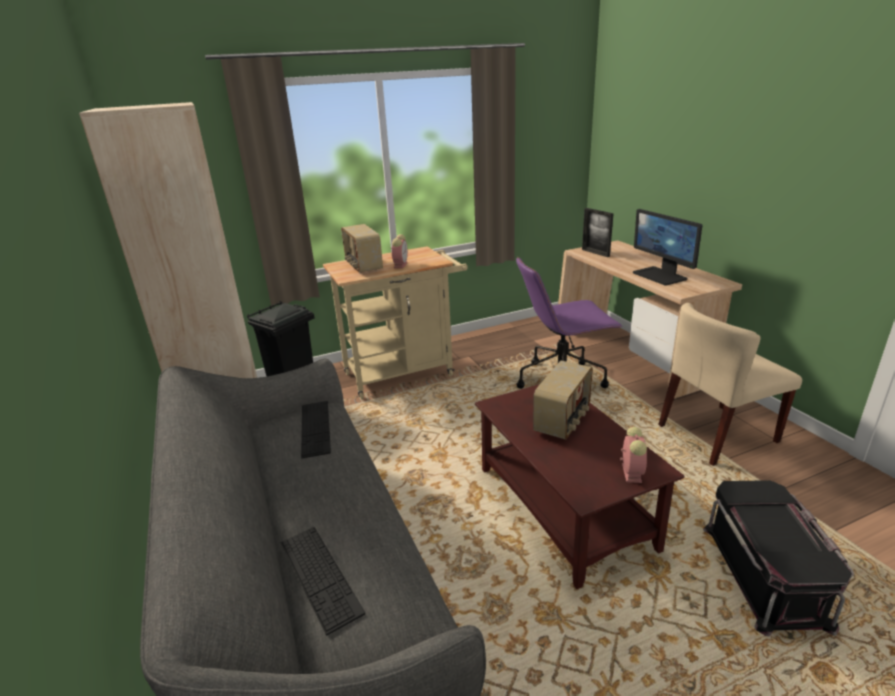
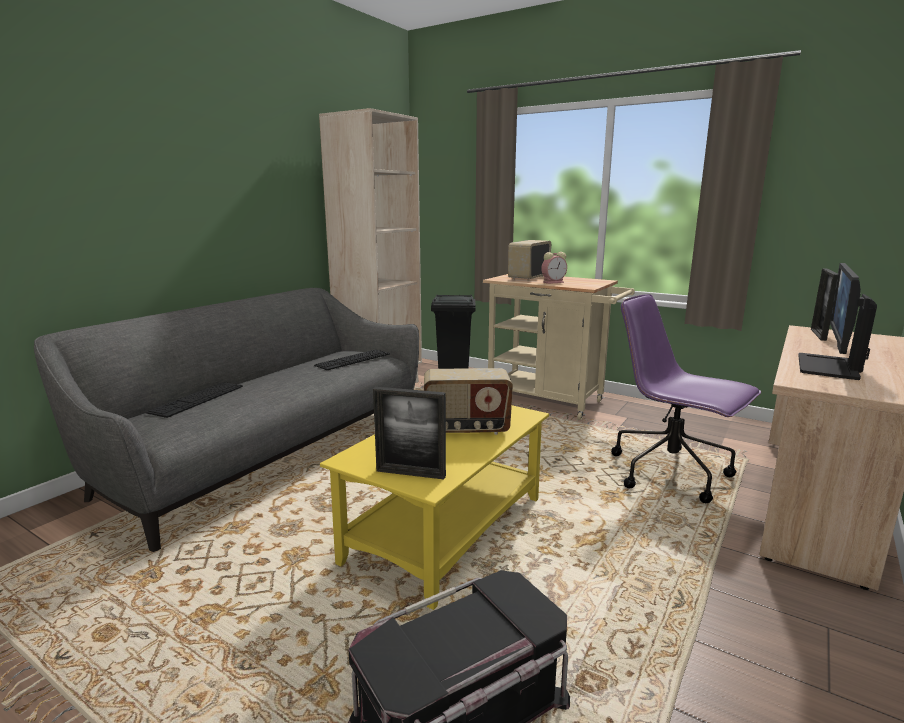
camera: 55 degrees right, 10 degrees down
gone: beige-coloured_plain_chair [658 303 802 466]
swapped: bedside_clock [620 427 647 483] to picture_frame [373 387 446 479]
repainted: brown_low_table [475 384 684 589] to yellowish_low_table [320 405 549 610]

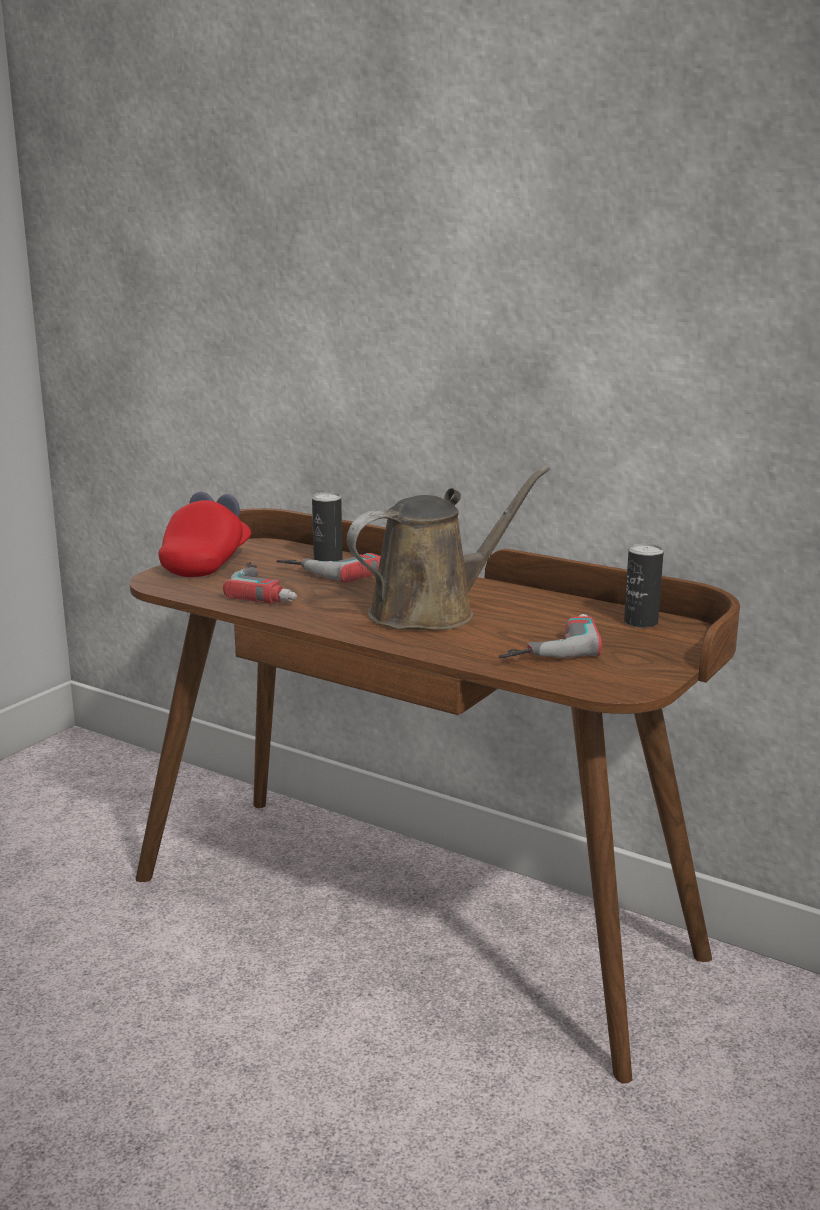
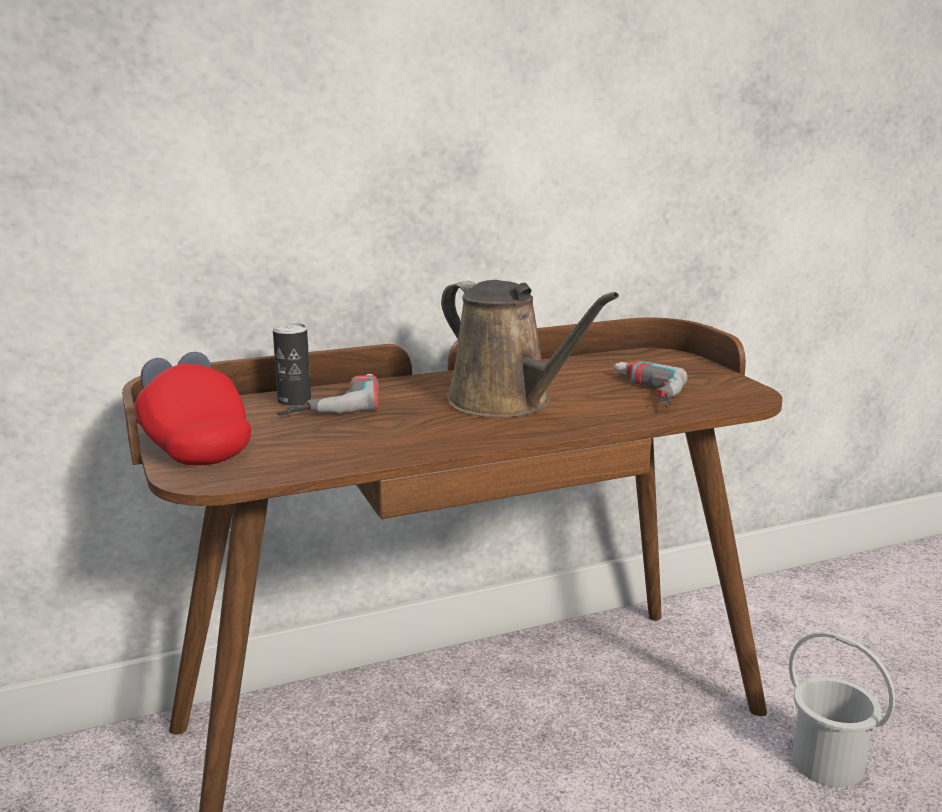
camera: 55 degrees left, 0 degrees up
gone: metal_can [624 544 664 628]; drill [223 562 297 604]
new: white_bucket [789 632 895 788]
rotated: brown_watering_pot [347 466 550 631] = [441 280 619 418] 135 degrees clockwise

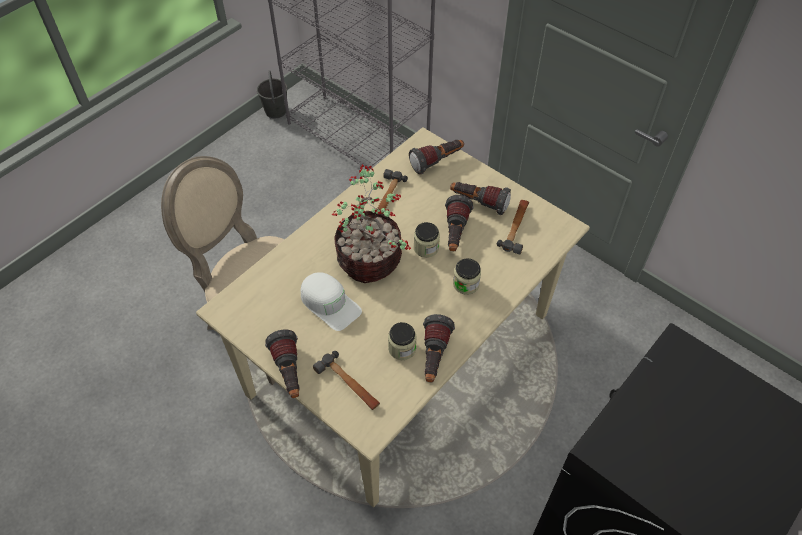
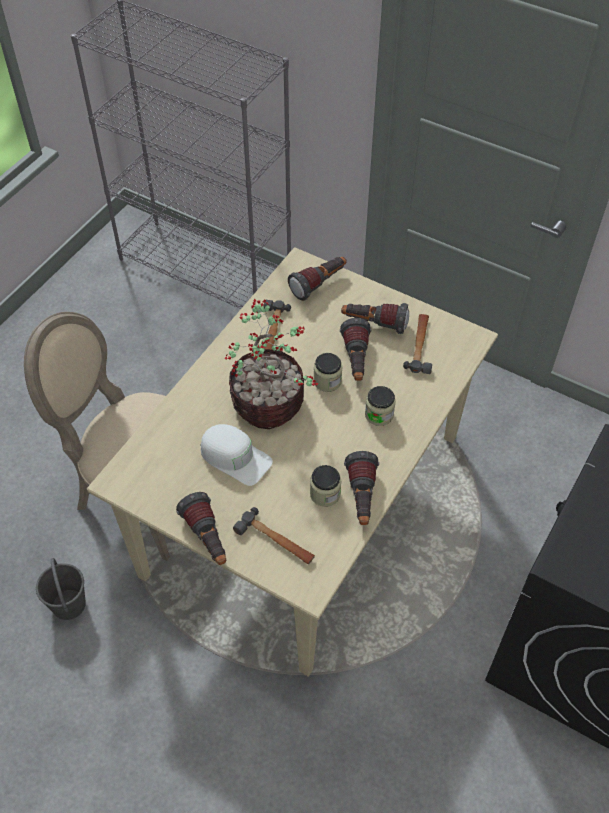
camera: 10 degrees left, 0 degrees up
shifted: gray_bucket [257 70 288 118] to [36 558 86 620]

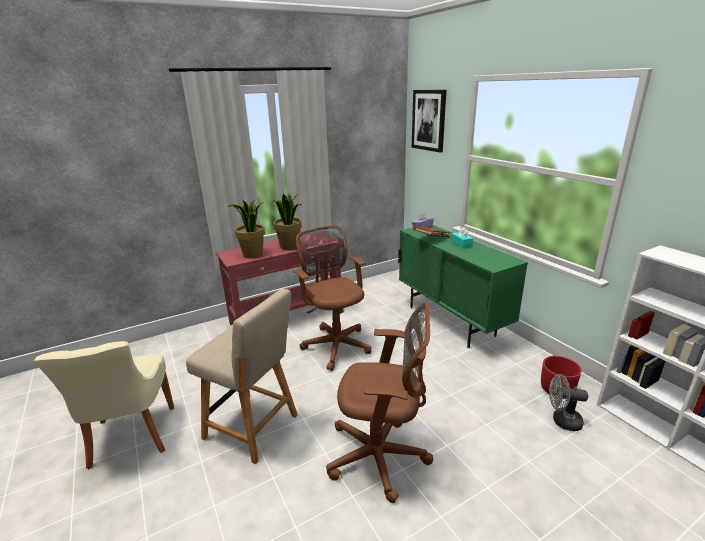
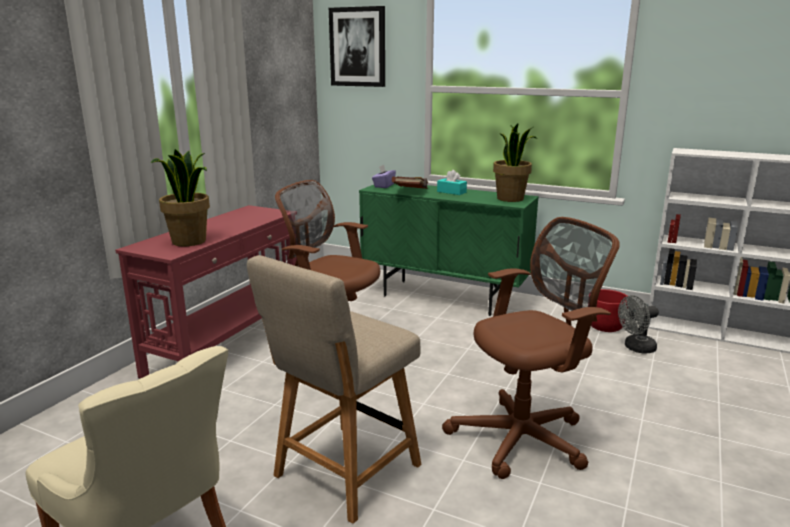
camera: 35 degrees left, 5 degrees down
shifted: plant_in_a_pot [271 193 302 250] to [493 124 537 202]
rotated: beige-coloured_plain_chair [186 289 298 464] = [247 255 422 524] 135 degrees clockwise

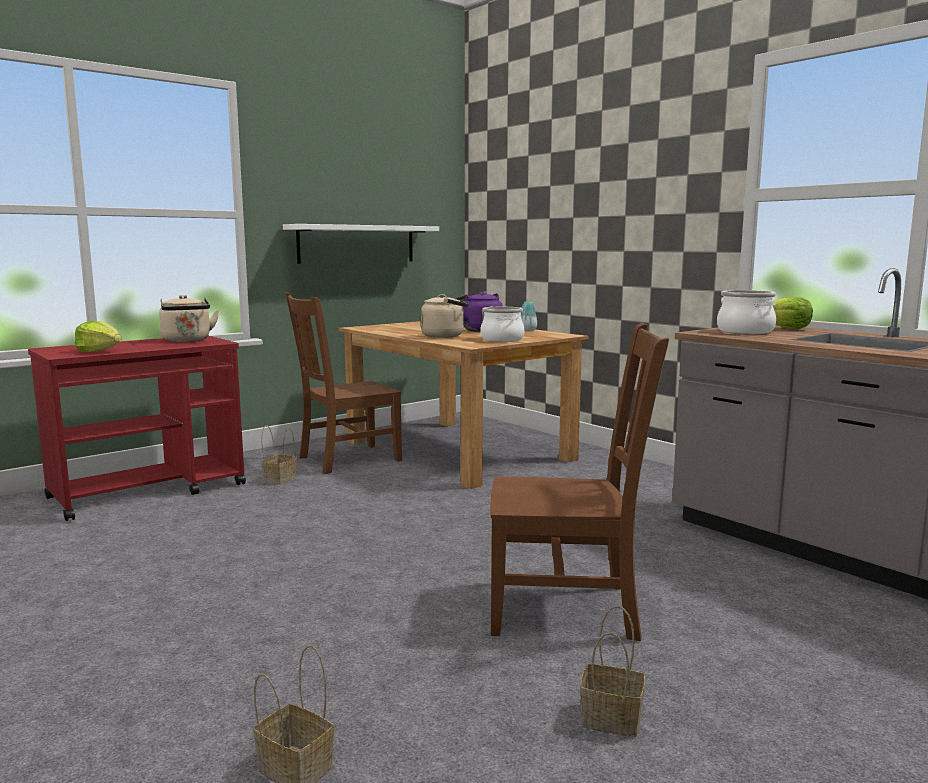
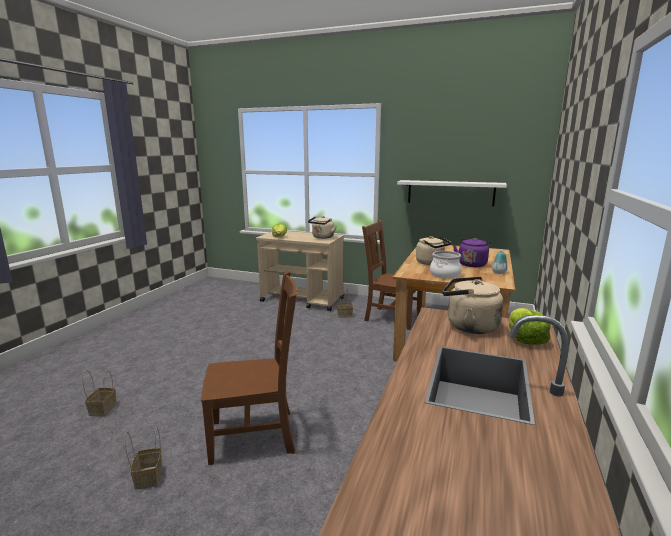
camera: 60 degrees right, 5 degrees up
swapped: cooking_pot [717 290 776 334] to beige-coloured_kettle [443 277 503 334]
repainted: red-coloured_wheeled_cart [28 336 246 521] to beige-coloured_wheeled_cart [256 231 344 311]
rotated: brown_plain_chair [490 323 669 641] = [201 271 297 465] 75 degrees counterclockwise

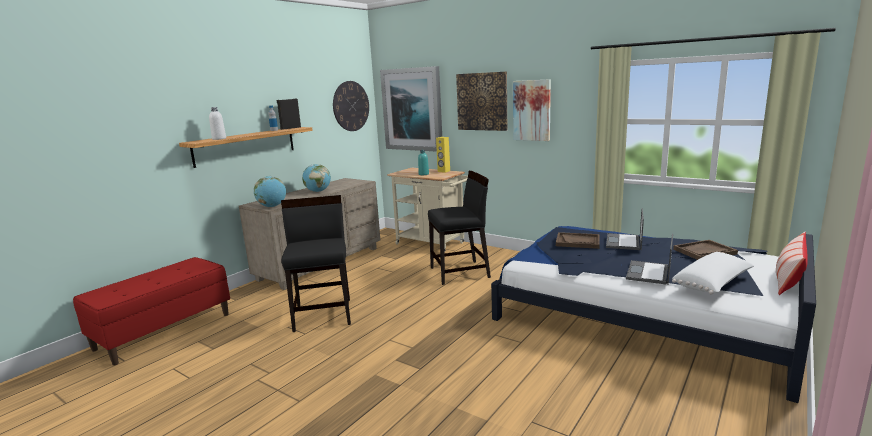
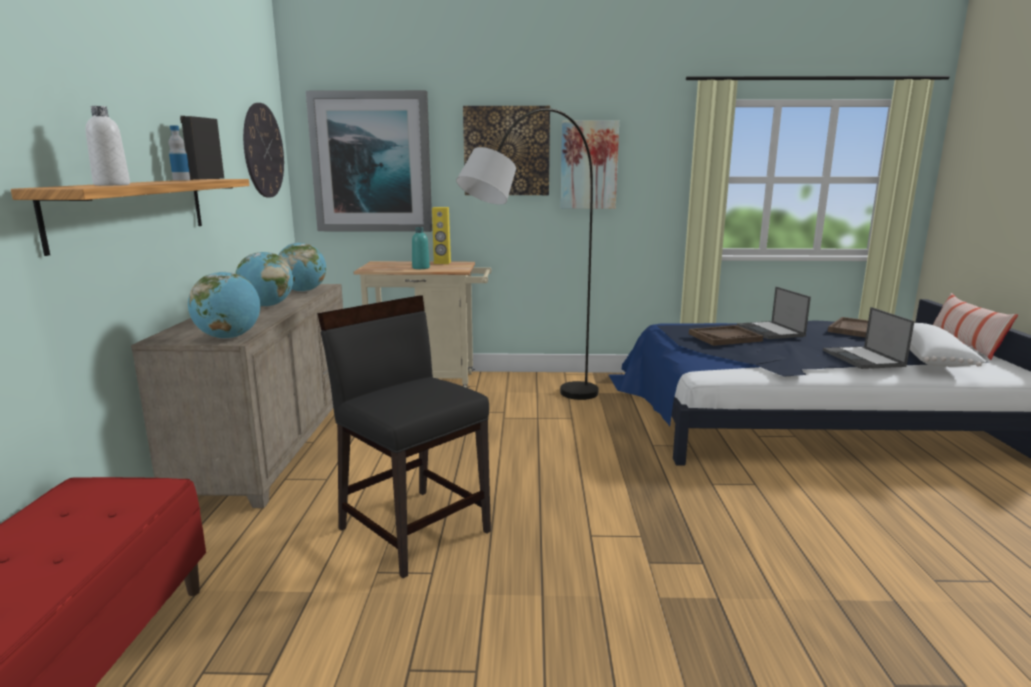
camera: 35 degrees left, 0 degrees up
new: desk_globe [278 243 326 292]
swapped: black-coloured_plain_chair [428 171 491 285] to gray_standing_lamp [456 108 598 400]

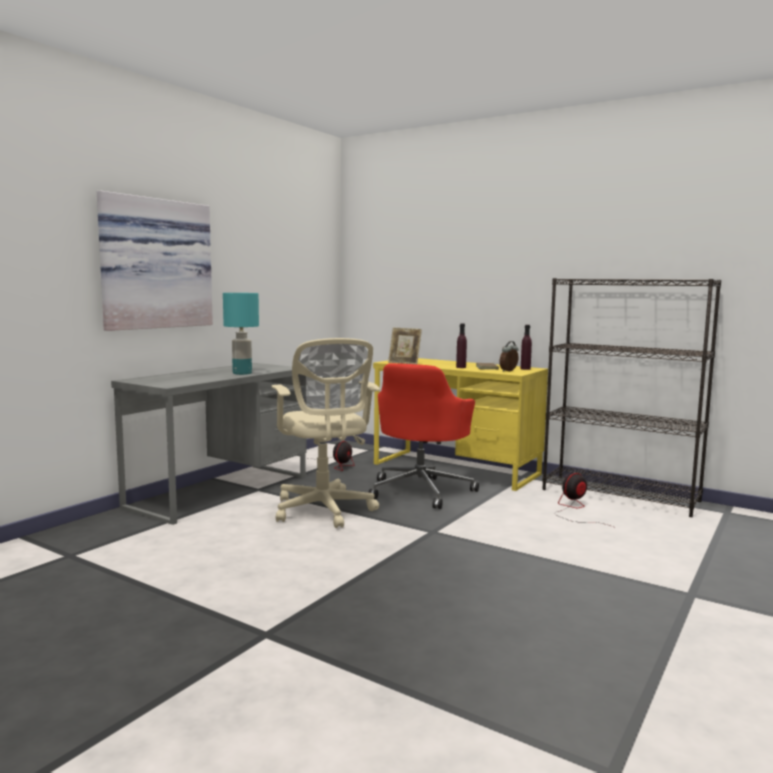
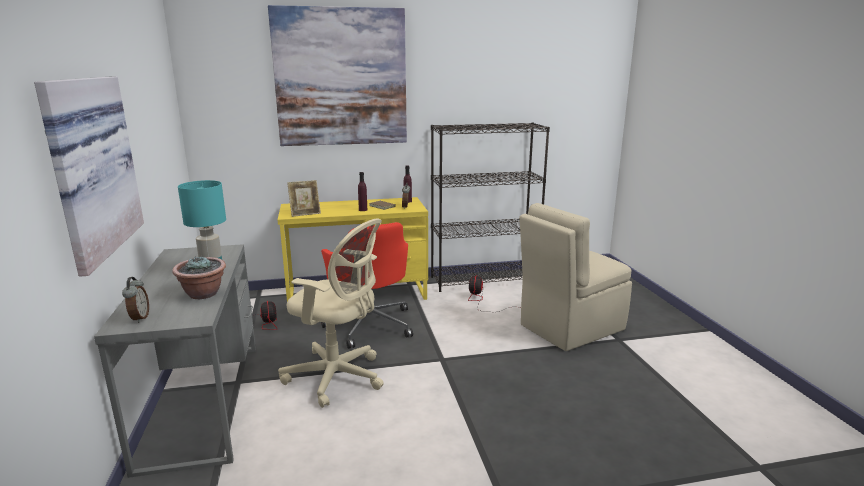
camera: 45 degrees left, 10 degrees up
new: picture [268 5 407 146]; beige-coloured_plain_chair [519 203 632 351]; plant_in_a_pot [172 256 226 299]; bedside_clock [122 277 149 323]

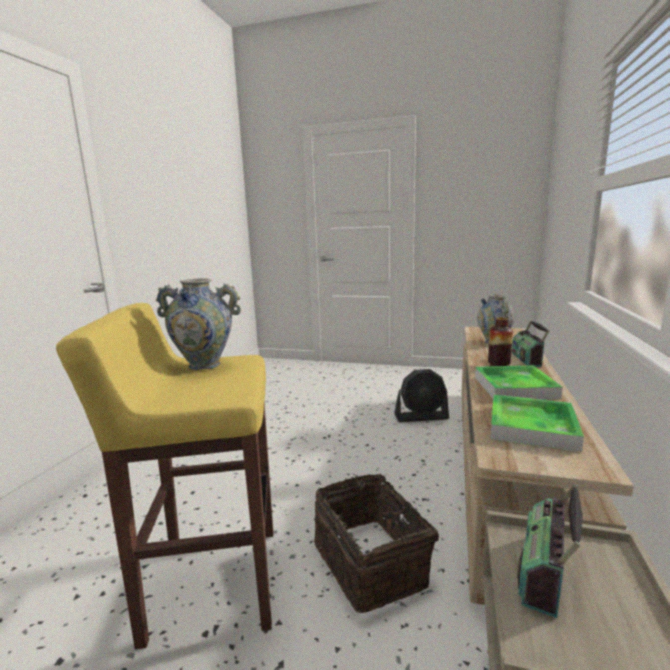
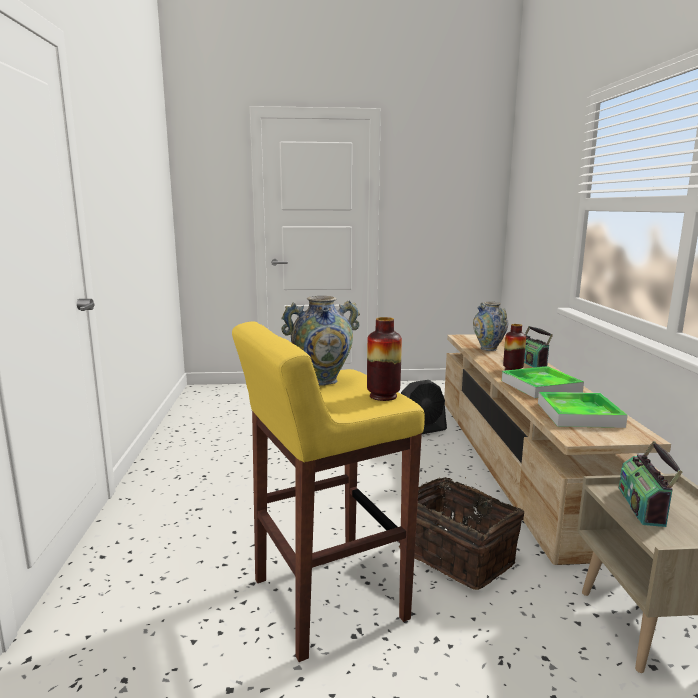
camera: 20 degrees left, 0 degrees up
new: vase [367 317 402 401]

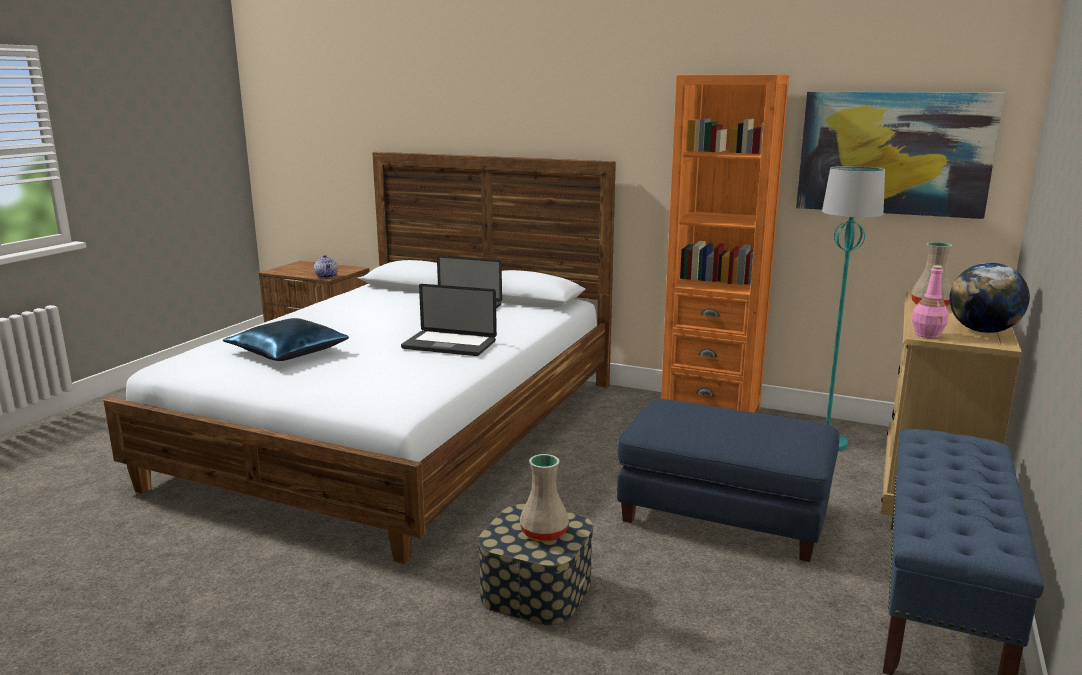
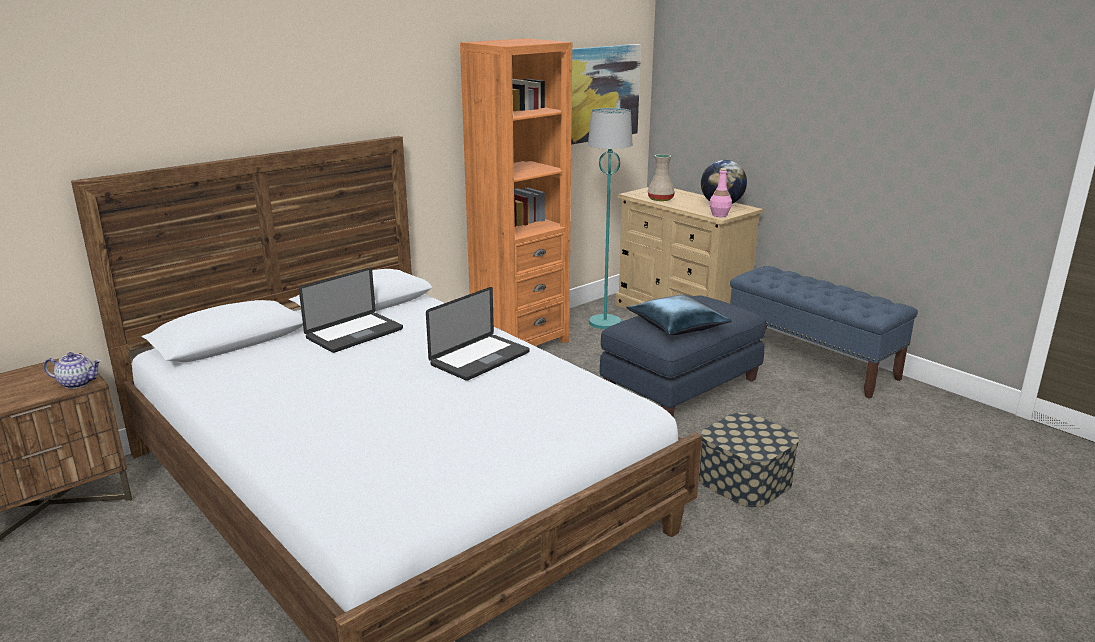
camera: 65 degrees left, 5 degrees up
gone: beige-coloured_vase [520 454 569 542]
shifted: blue_pillow [223 318 349 361] to [626 295 732 335]

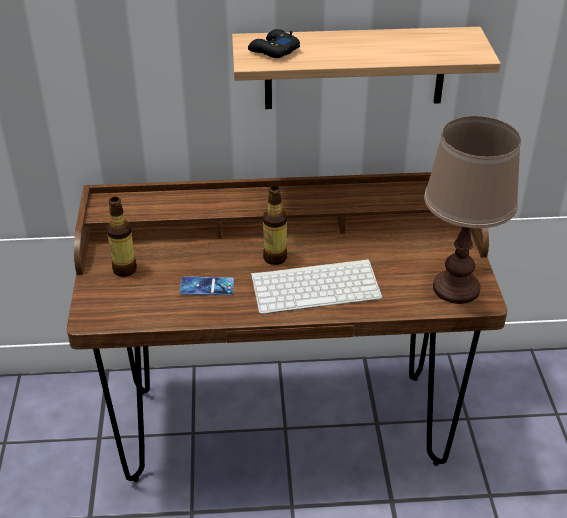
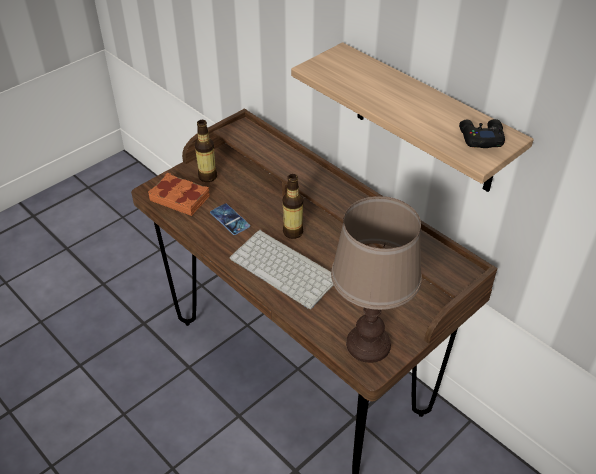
camera: 50 degrees right, 5 degrees up
new: orange-coloured_volume [148 173 210 216]
shifted: black-coloured_gamepad [248 29 300 58] to [459 119 505 148]

